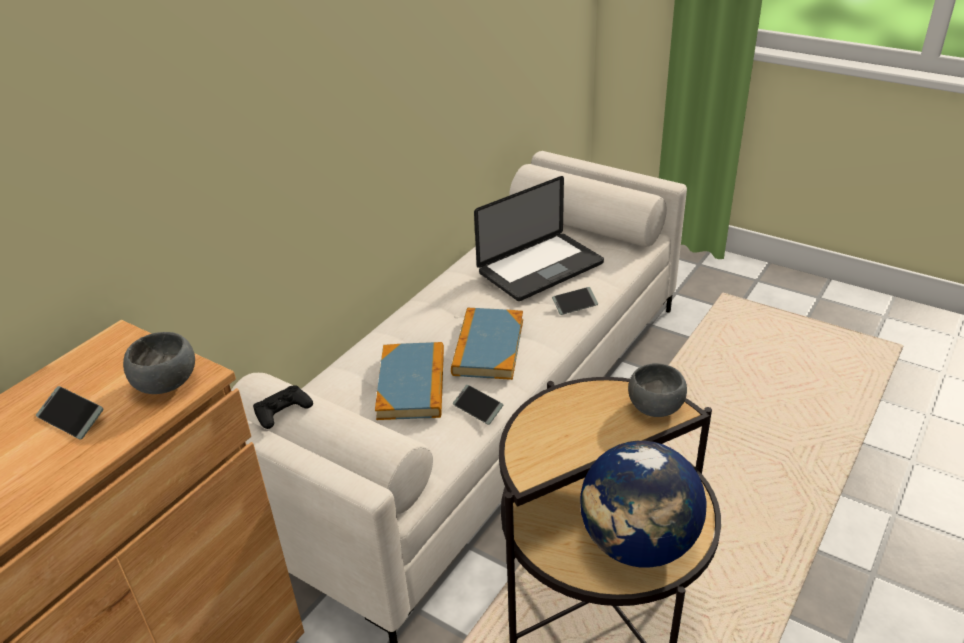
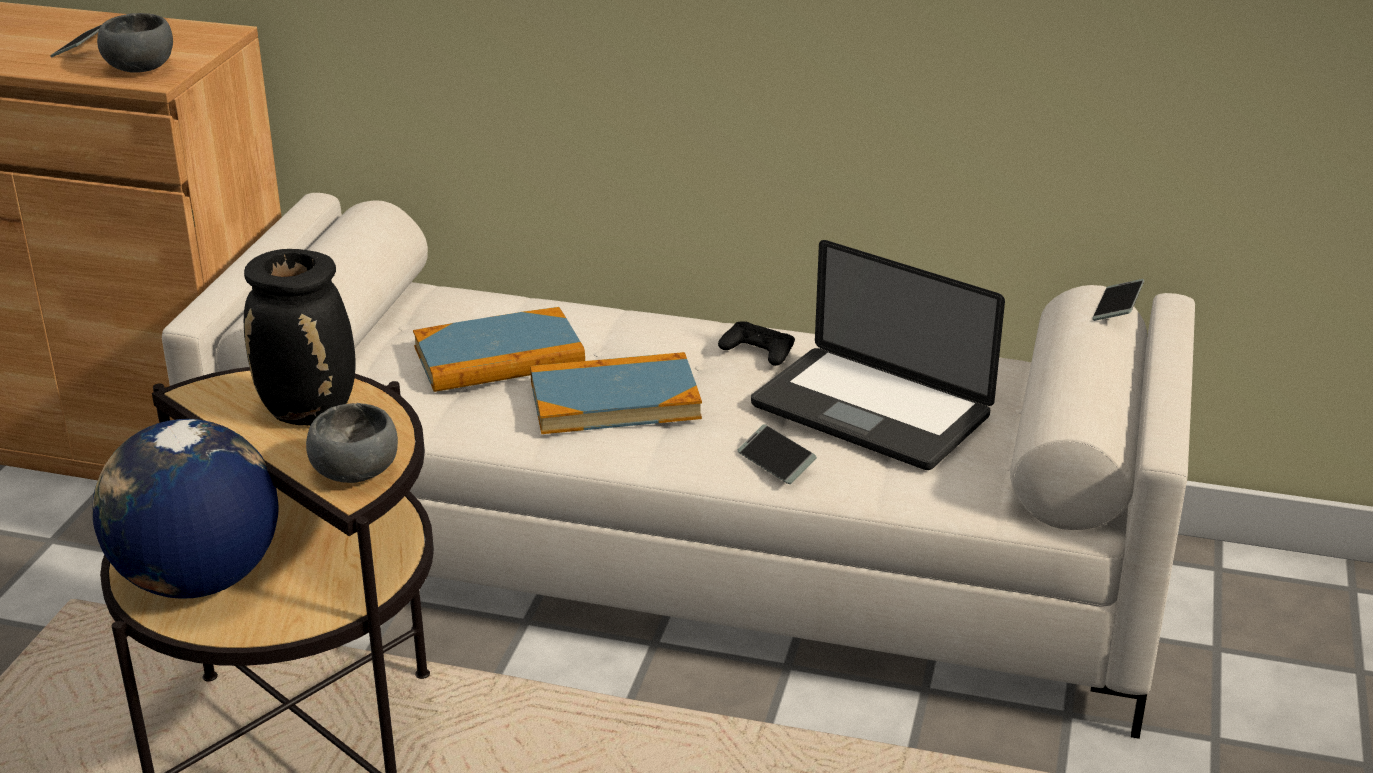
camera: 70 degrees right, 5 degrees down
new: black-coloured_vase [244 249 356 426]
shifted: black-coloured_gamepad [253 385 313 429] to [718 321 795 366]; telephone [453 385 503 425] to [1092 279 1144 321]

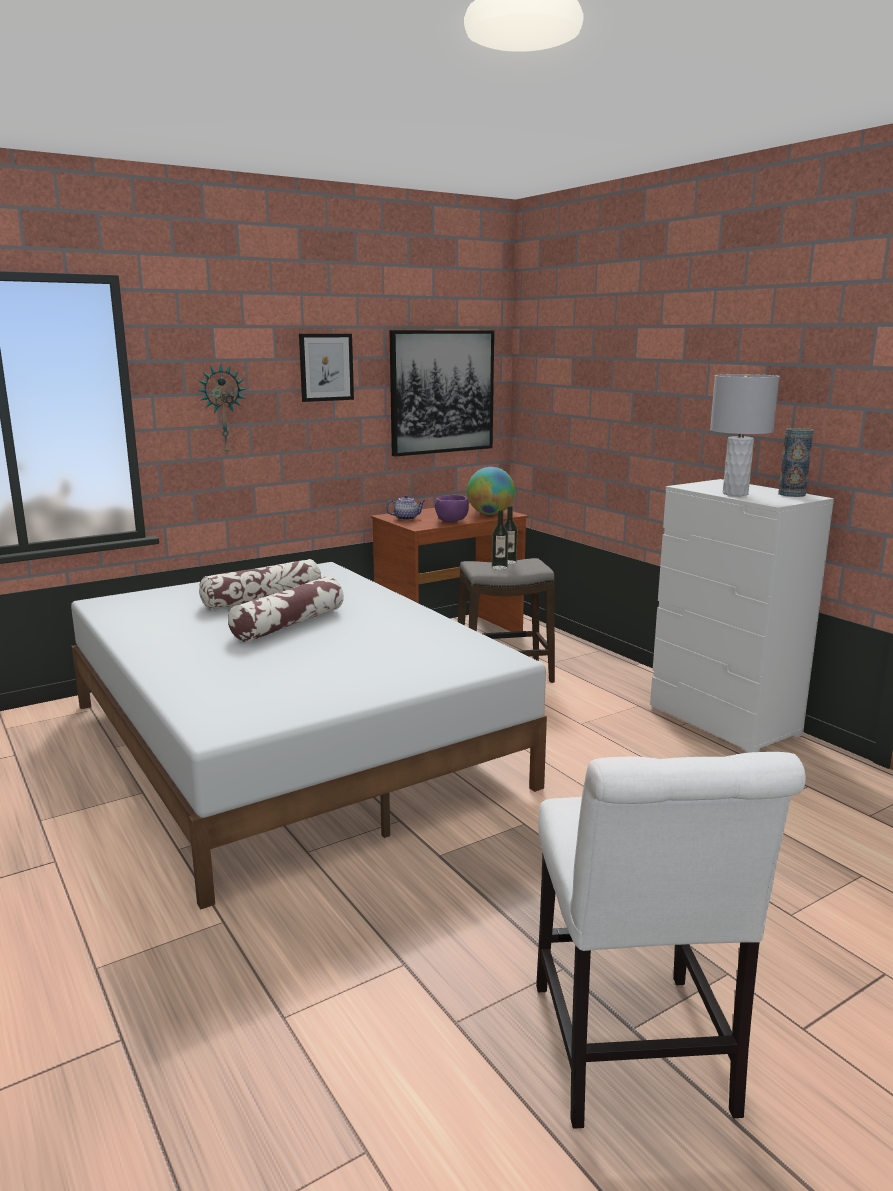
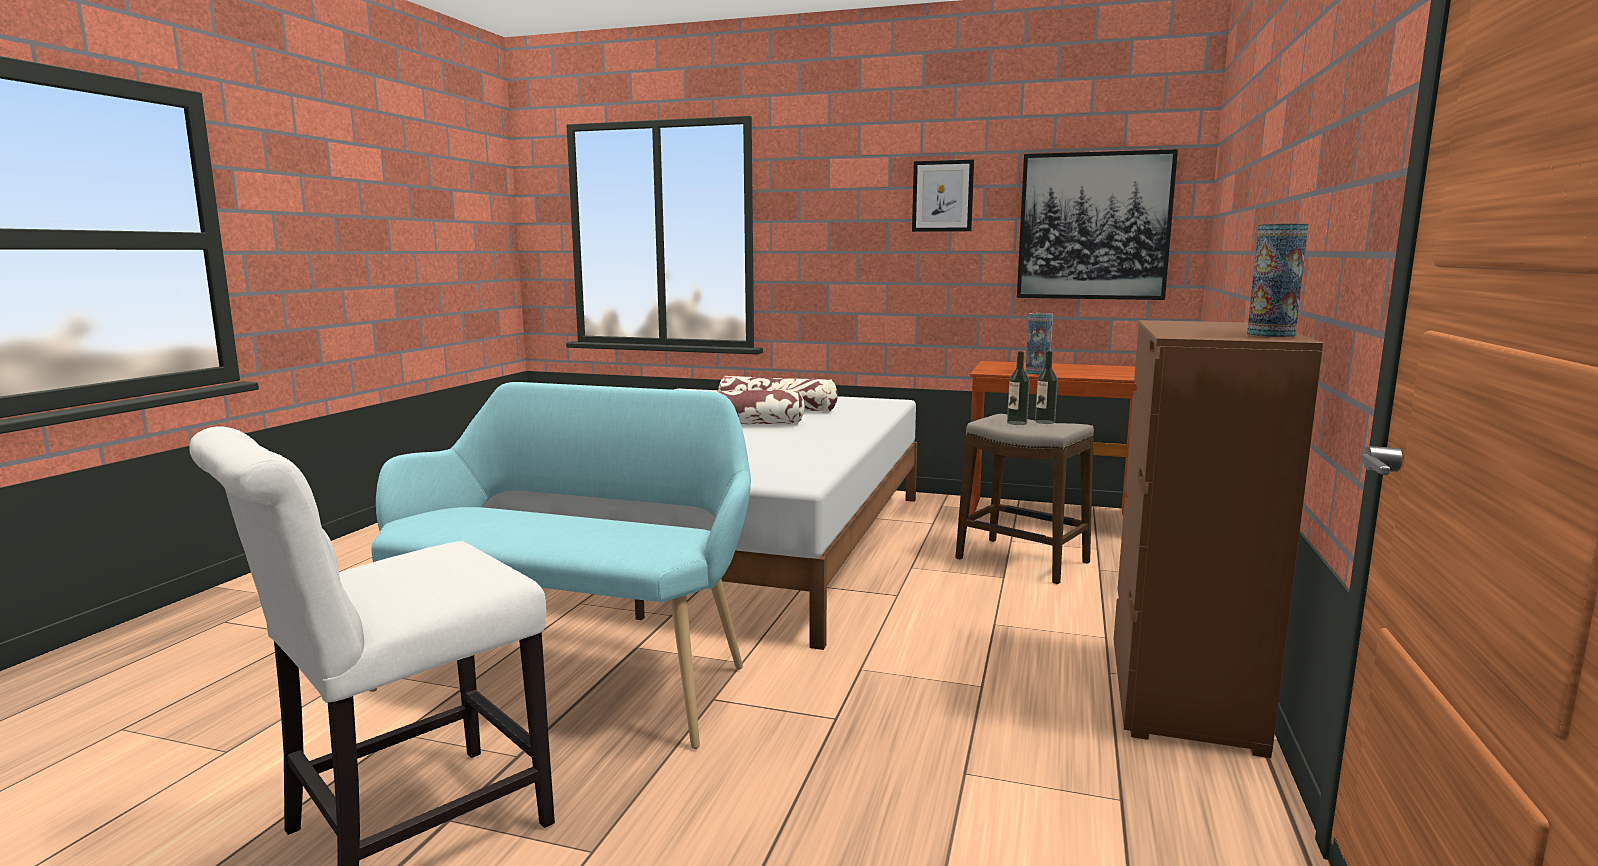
camera: 50 degrees right, 5 degrees down
gone: hanging_clock [198 364 245 454]; gray_lamp_for_a_table [710 374 780 496]; desk_globe [467 467 515 515]; pot_for_tea [386 495 426 520]
new: turquoise-coloured_bench [369 382 751 749]
swapped: purple-coloured_deep_dish [435 495 469 522] to vase [1026 313 1053 375]
repainted: white_dresser [650 479 834 753] to brown_dresser [1114 320 1323 758]

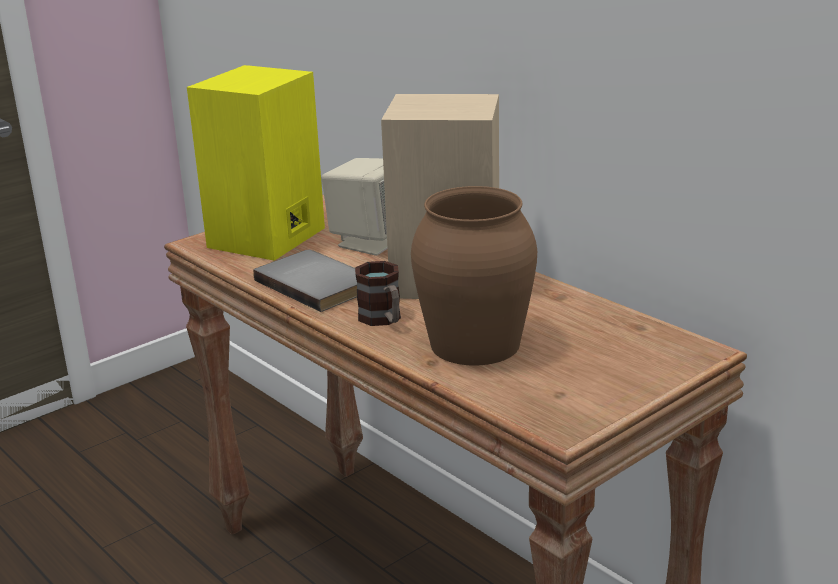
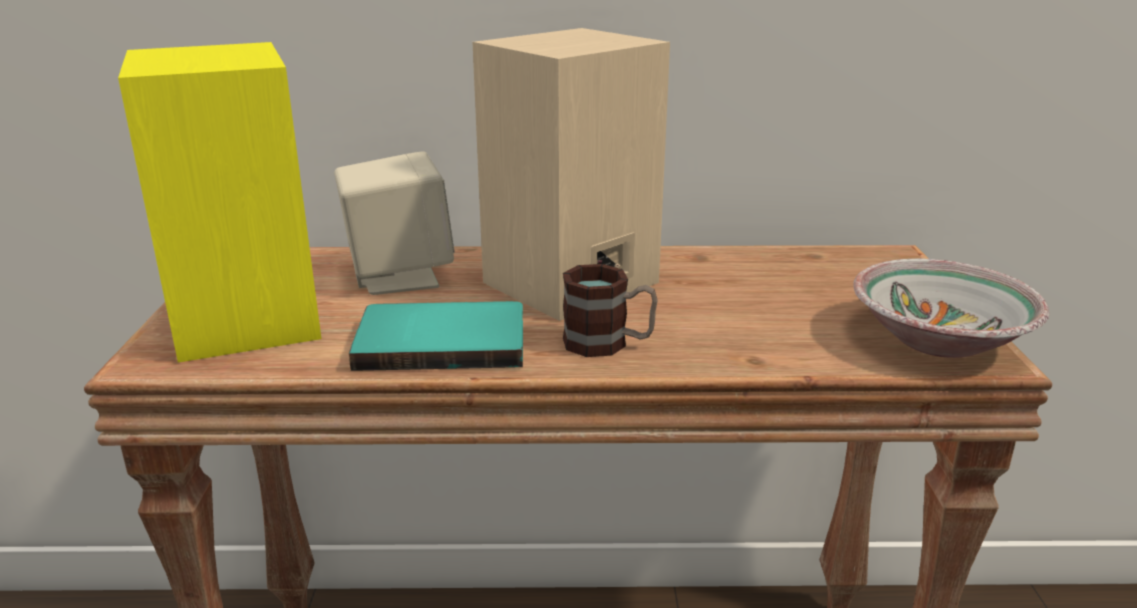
camera: 50 degrees left, 0 degrees up
gone: brown_vase [411 186 537 365]
new: deep_dish [853 259 1049 358]
repainted: gray_volume [253 250 357 312] to turquoise-coloured_volume [349 301 523 371]

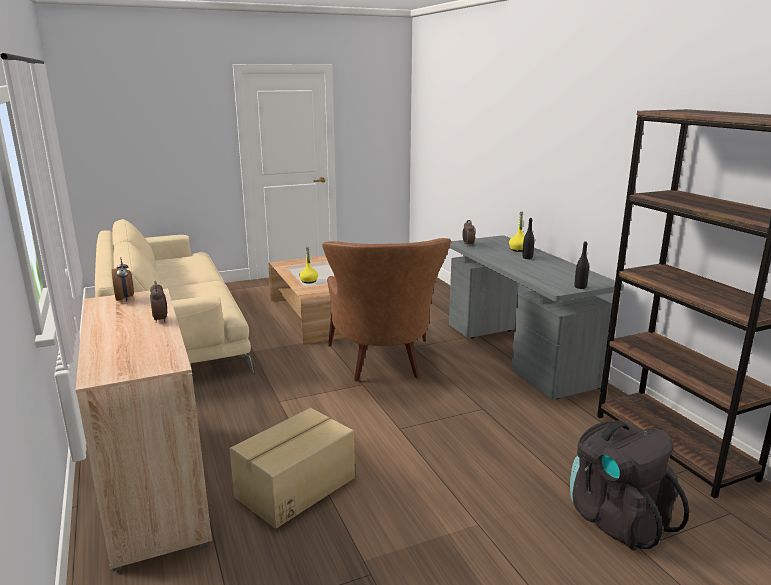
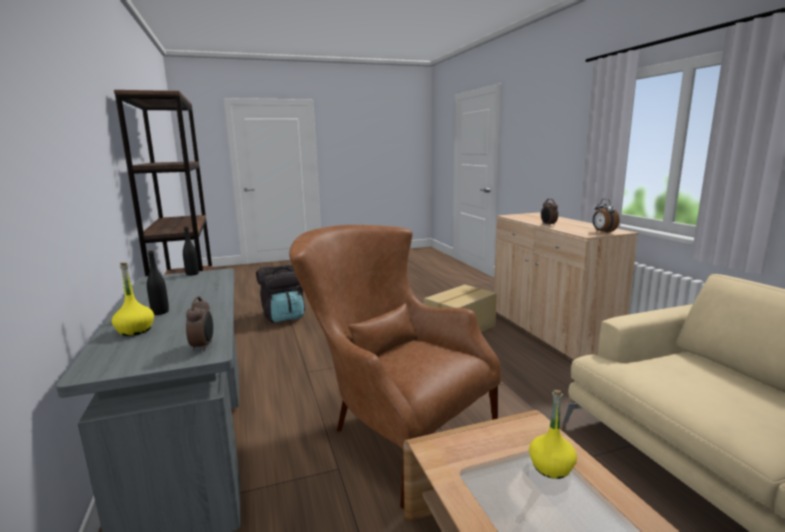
camera: 175 degrees left, 5 degrees down
rotated: brown_armchair [322 238 451 381] = [289 225 501 508] 45 degrees counterclockwise

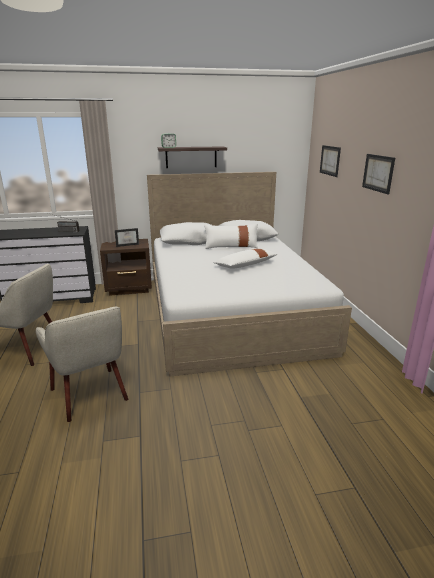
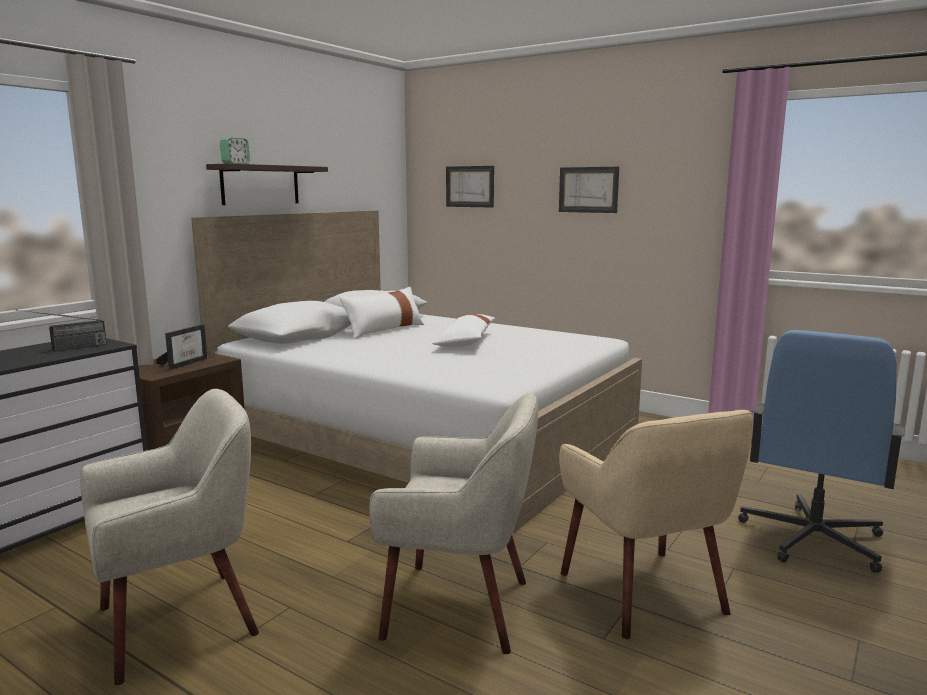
camera: 45 degrees left, 10 degrees down
new: blue_desk_chair [738 330 905 573]; beige-coloured_armchair [559 410 753 639]

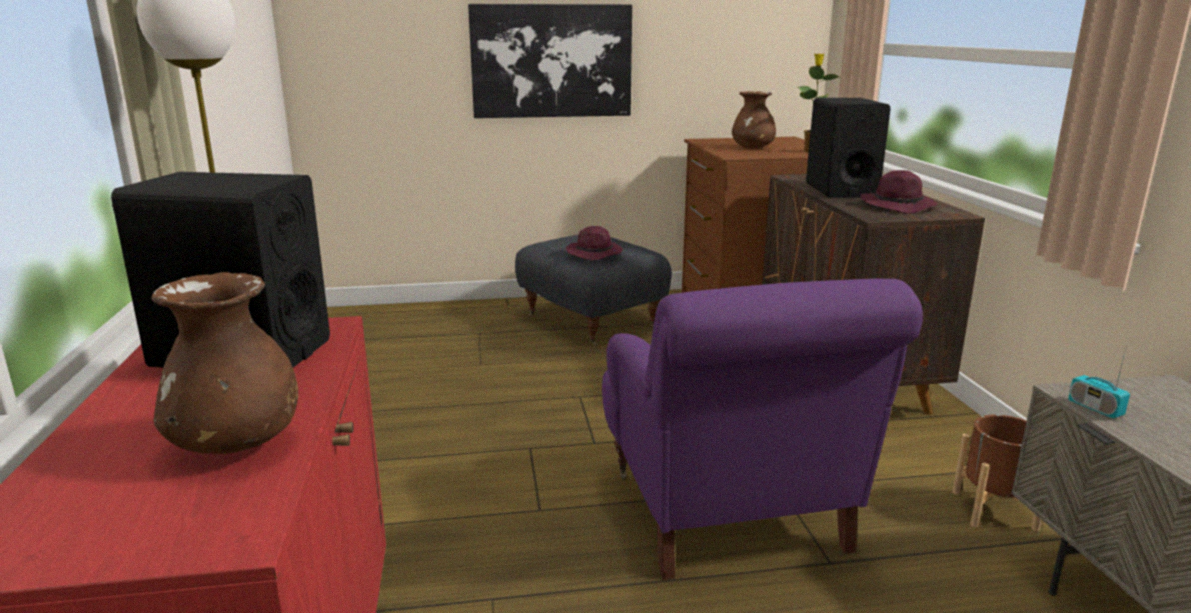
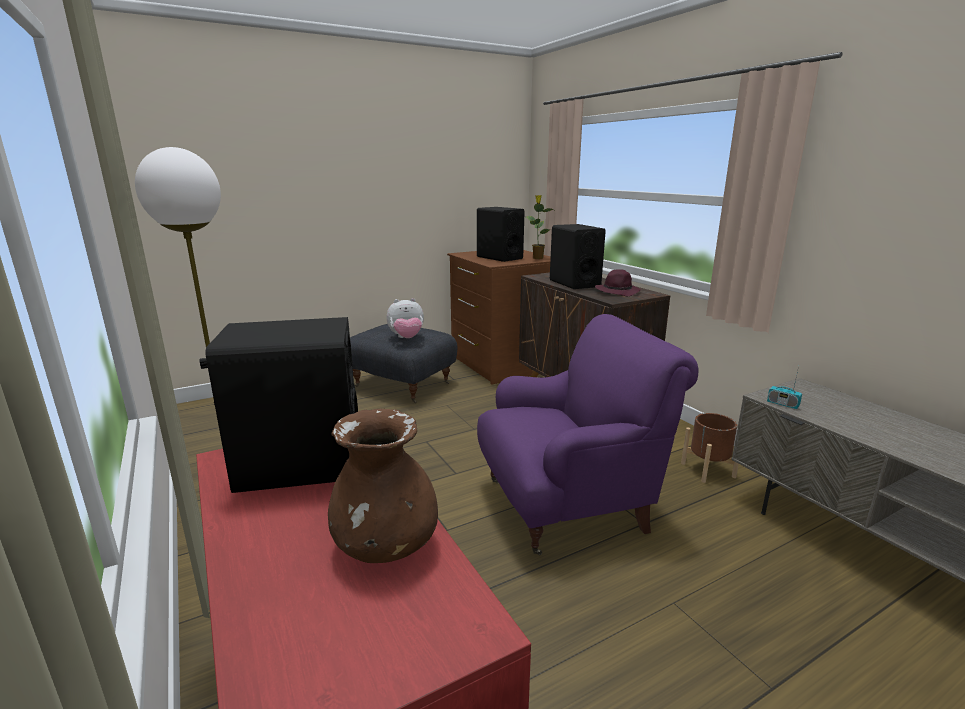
camera: 20 degrees left, 0 degrees up
gone: picture [468 4 632 118]
swapped: brown_vase [732 91 776 148] to black-coloured_speaker [477 207 525 262]; purple-coloured_wearable_hat [566 226 623 261] to soft_toy [387 298 424 338]
rotated: purple-coloured_armchair [602 279 923 580] = [477 314 699 555] 75 degrees counterclockwise

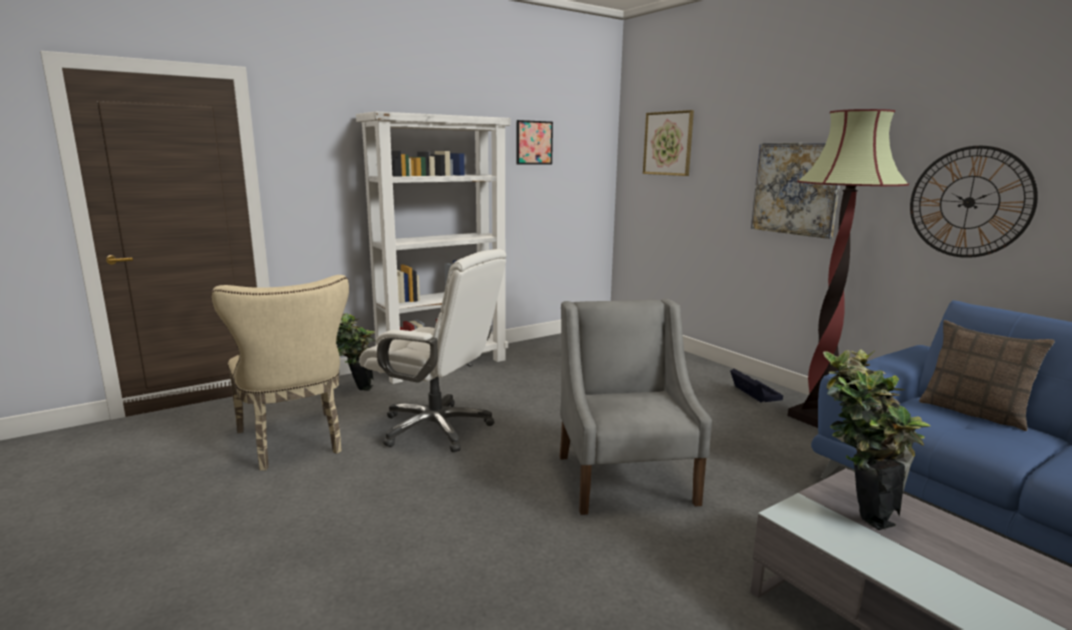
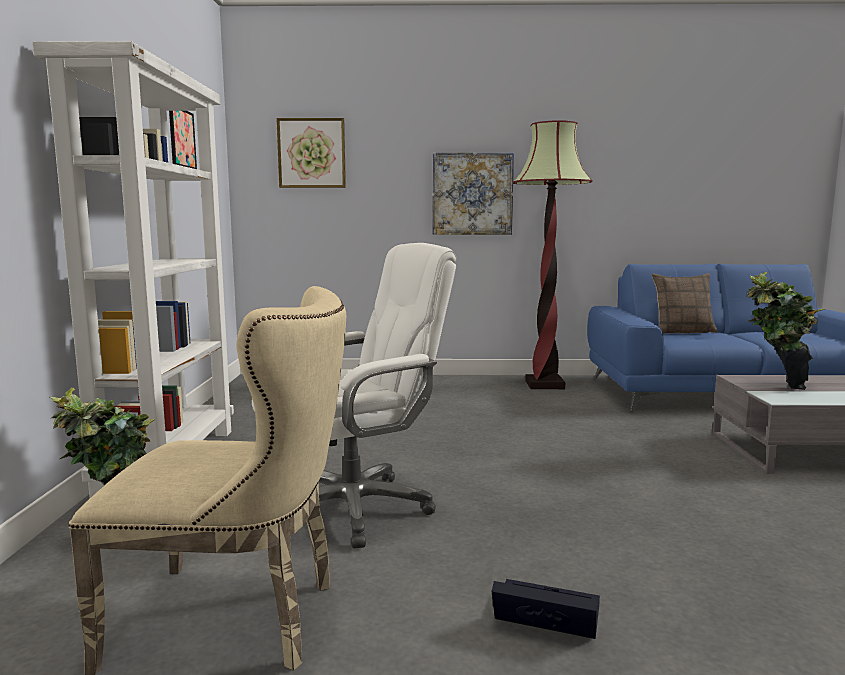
camera: 55 degrees left, 5 degrees down
gone: hanging_clock [910 146 1038 258]; gray_armchair [559 299 712 515]
shifted: black-coloured_storage_box [730 369 783 402] to [492 579 600 639]

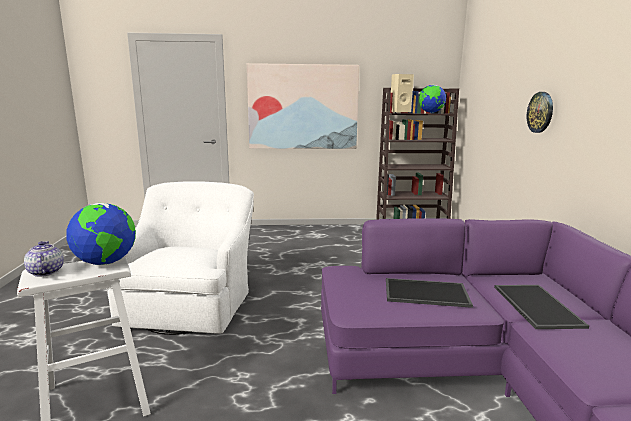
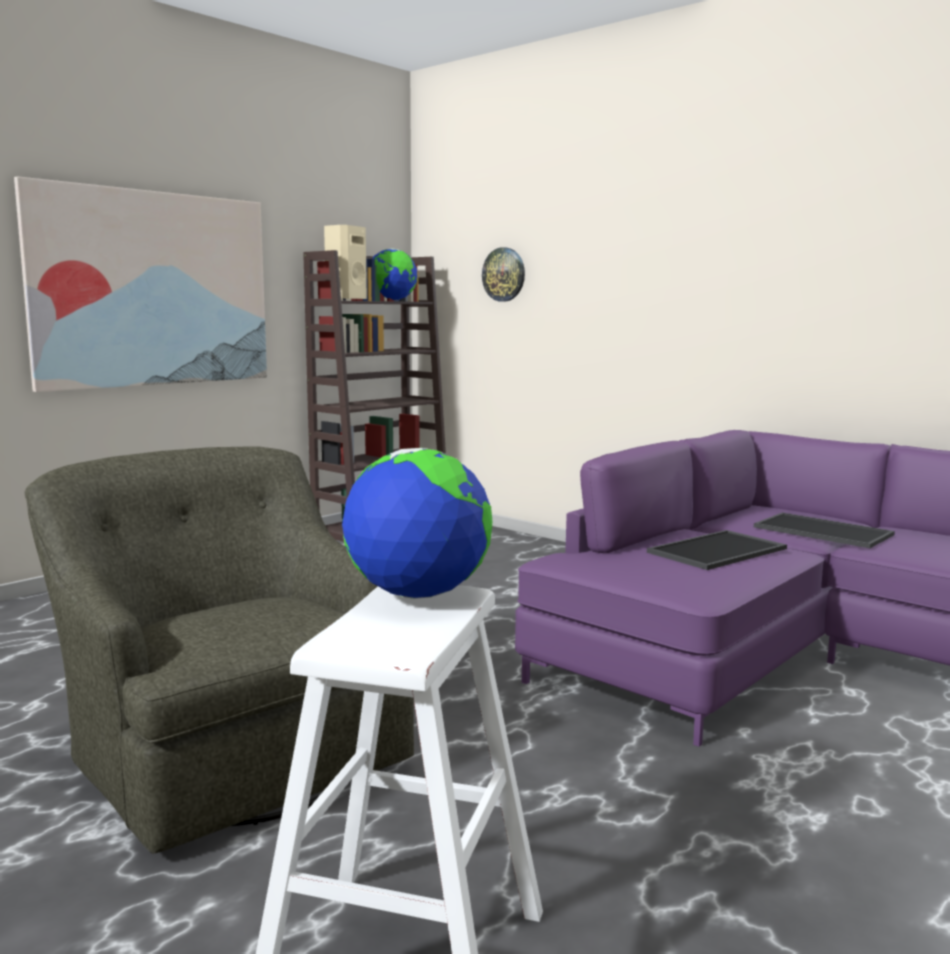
camera: 45 degrees left, 5 degrees down
gone: pot_for_tea [24 241 64 277]
shifted: hanging_clock [527 92 553 133] to [482 247 525 302]
repainted: white_armchair [107 181 254 335] to green-coloured_armchair [25 446 414 854]

